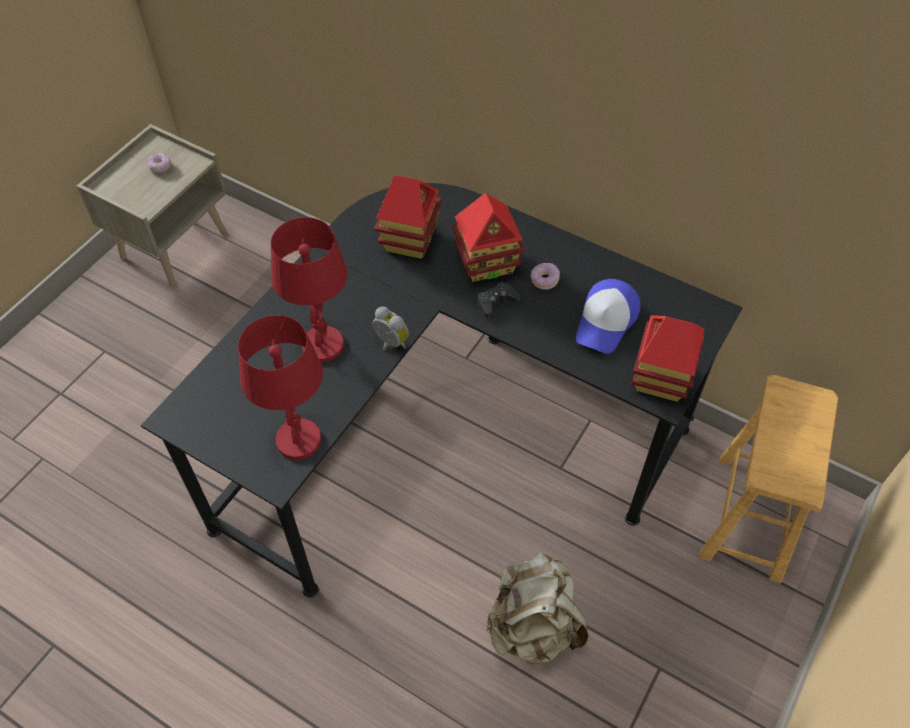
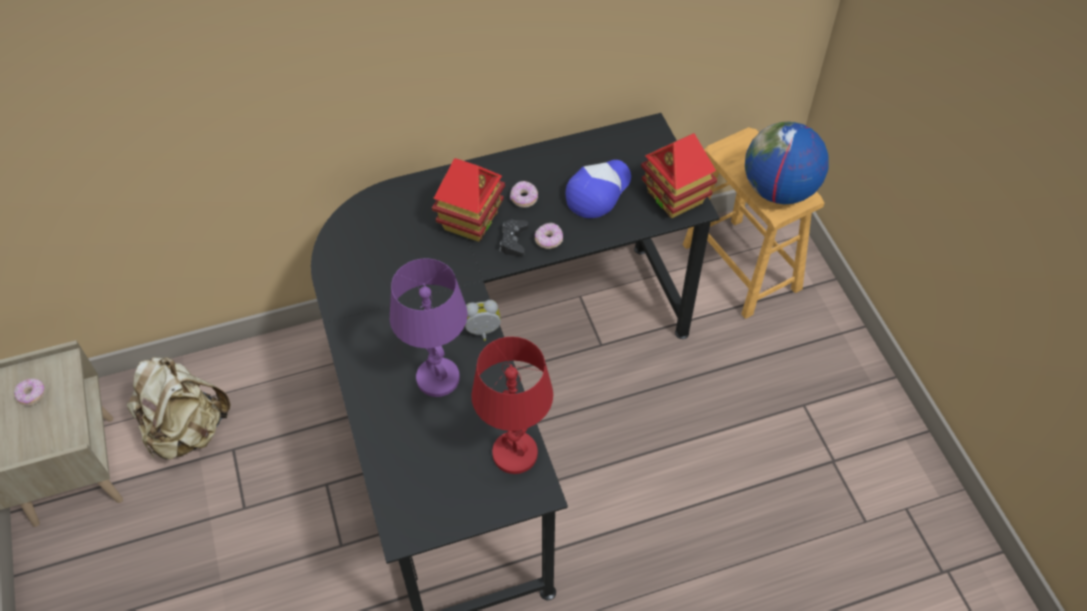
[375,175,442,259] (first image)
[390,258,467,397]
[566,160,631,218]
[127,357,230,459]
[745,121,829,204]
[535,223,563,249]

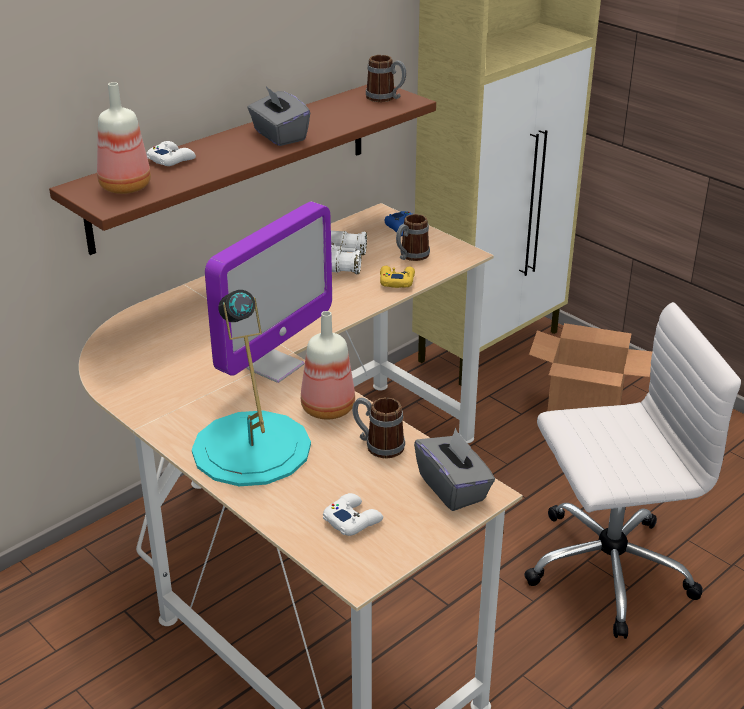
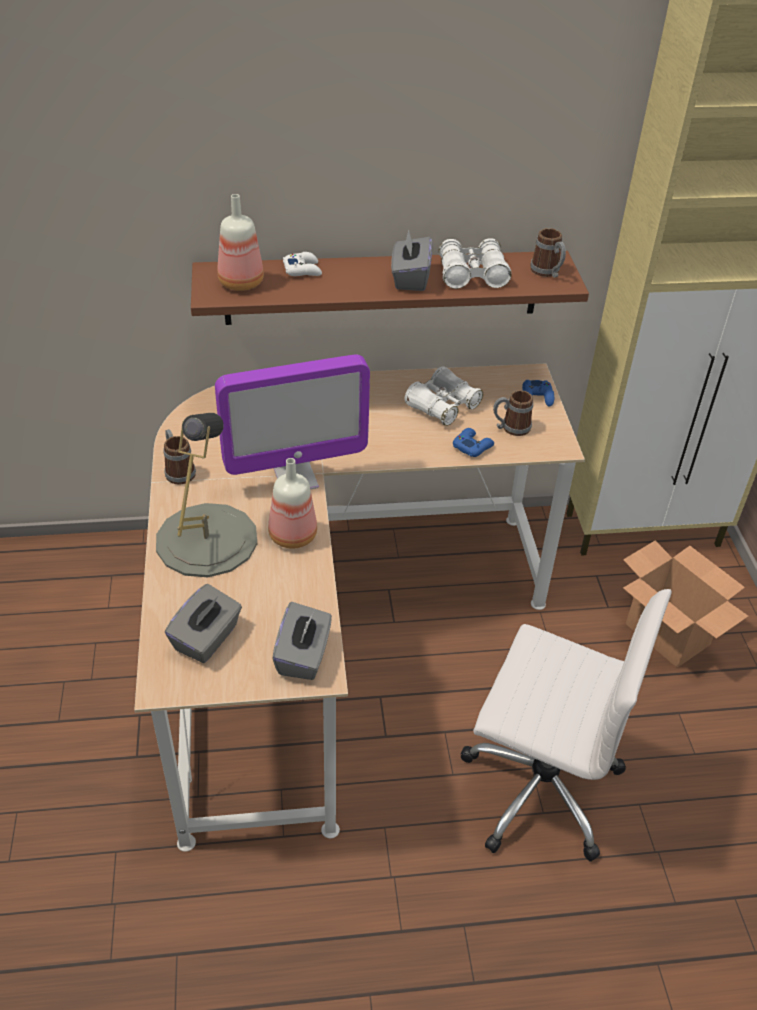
[453,428,494,457]
[156,413,257,577]
[163,429,196,485]
[165,584,242,663]
[439,238,511,289]

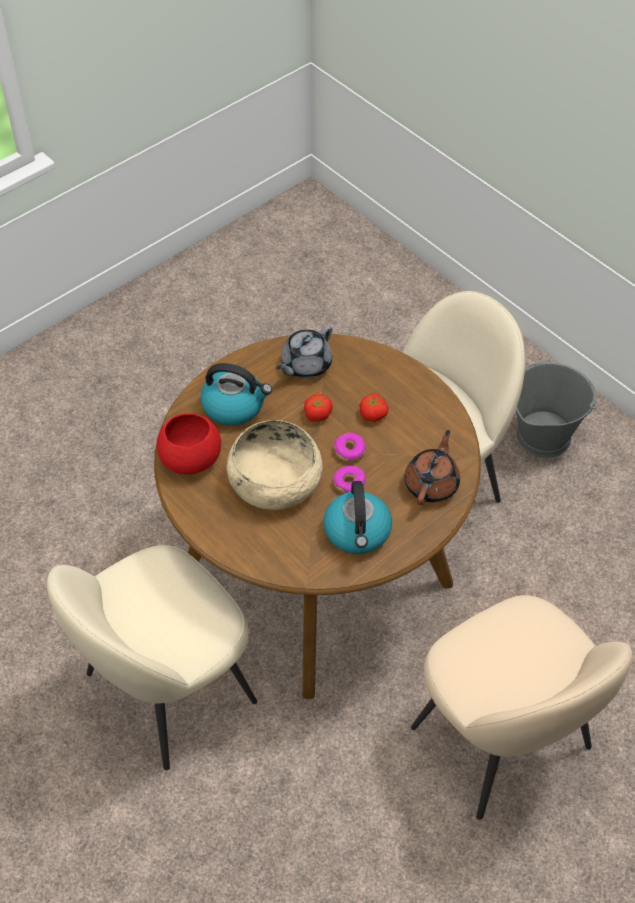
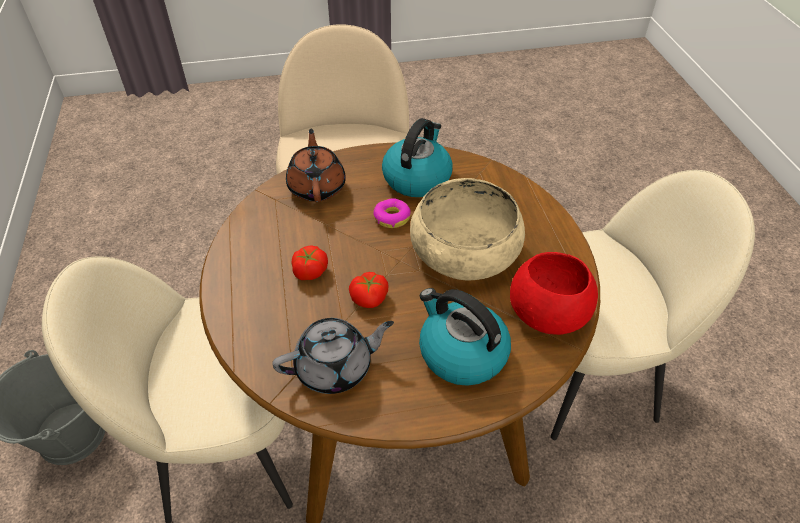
[286,129,346,202]
[334,433,366,462] (first image)

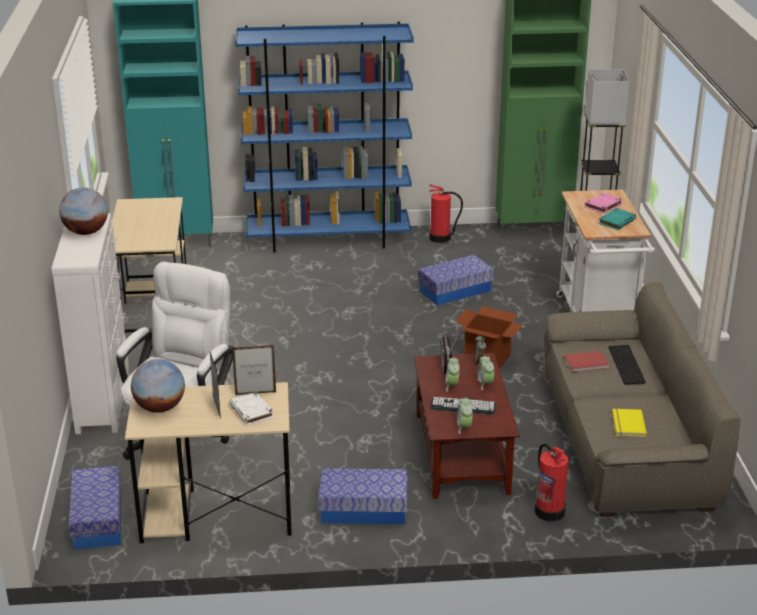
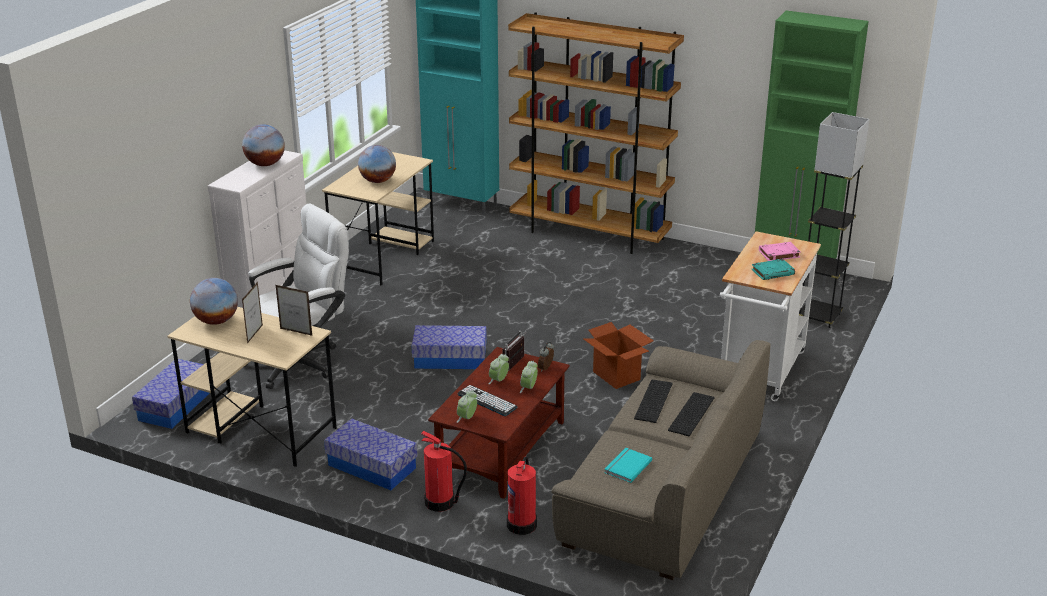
[508,12,684,254]
[421,430,467,512]
[412,325,487,369]
[634,380,673,423]
[229,392,274,426] (first image)
[604,448,652,483]
[358,145,396,183]

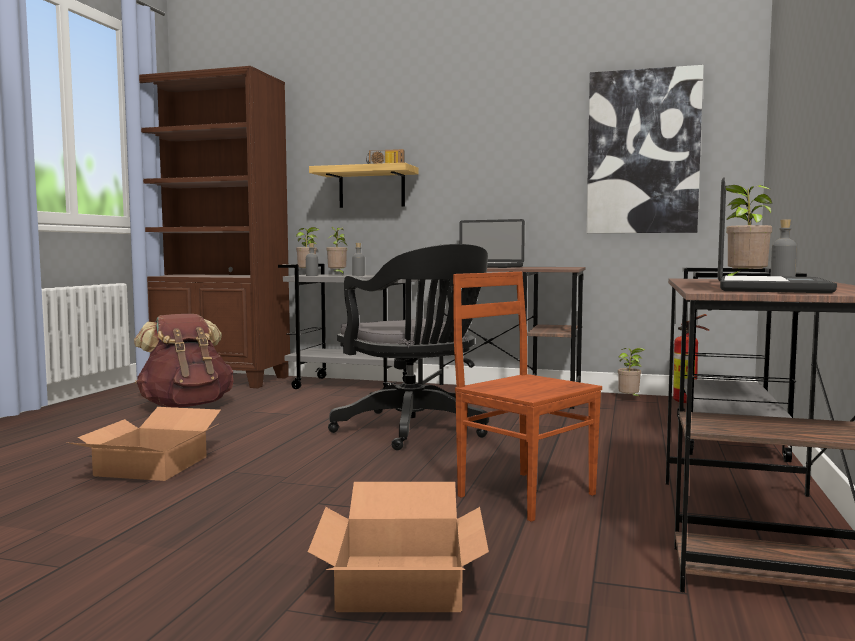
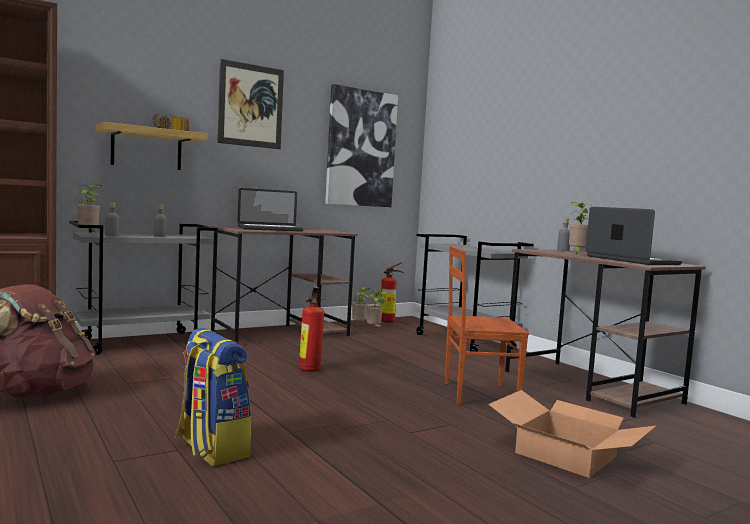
[366,291,387,329]
[299,286,325,372]
[175,328,252,466]
[217,59,284,149]

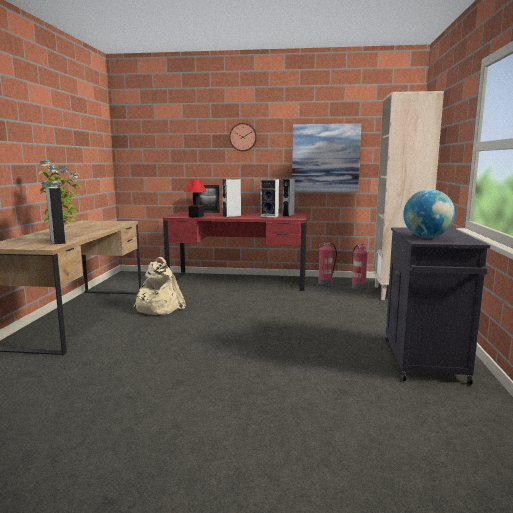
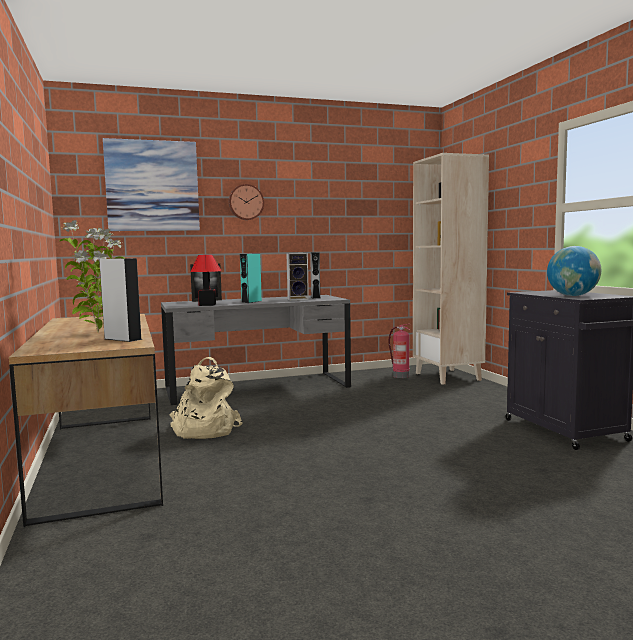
[103,138,200,231]
[240,254,262,303]
[161,295,351,405]
[318,240,337,285] (first image)

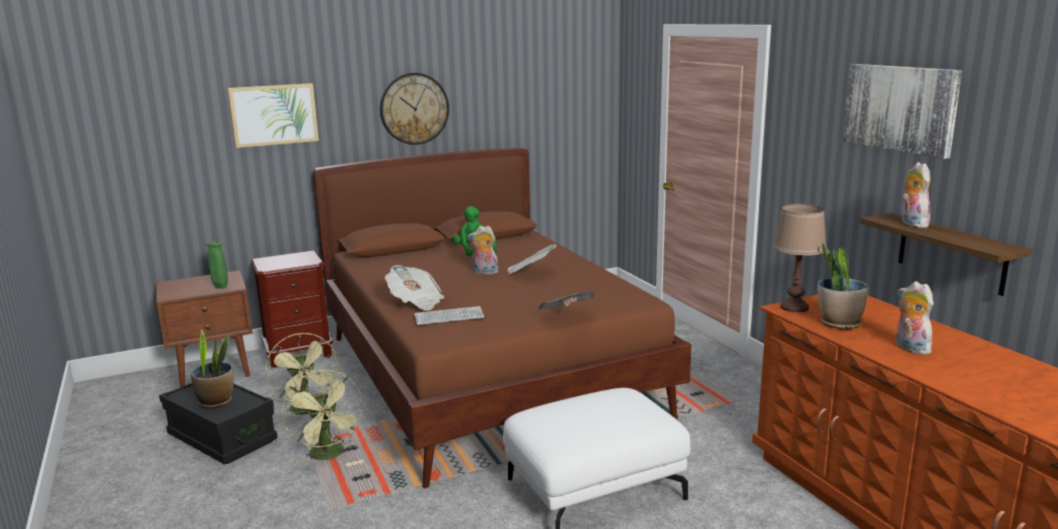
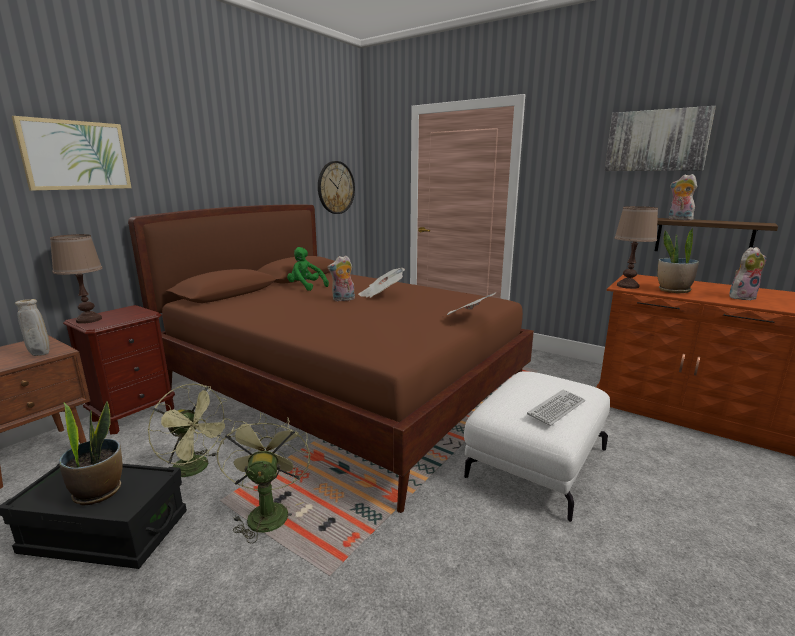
[318,161,355,214]
[15,299,50,356]
[385,265,444,311] (first image)
[729,247,766,300]
[527,390,585,426]
[217,413,310,543]
[50,234,102,324]

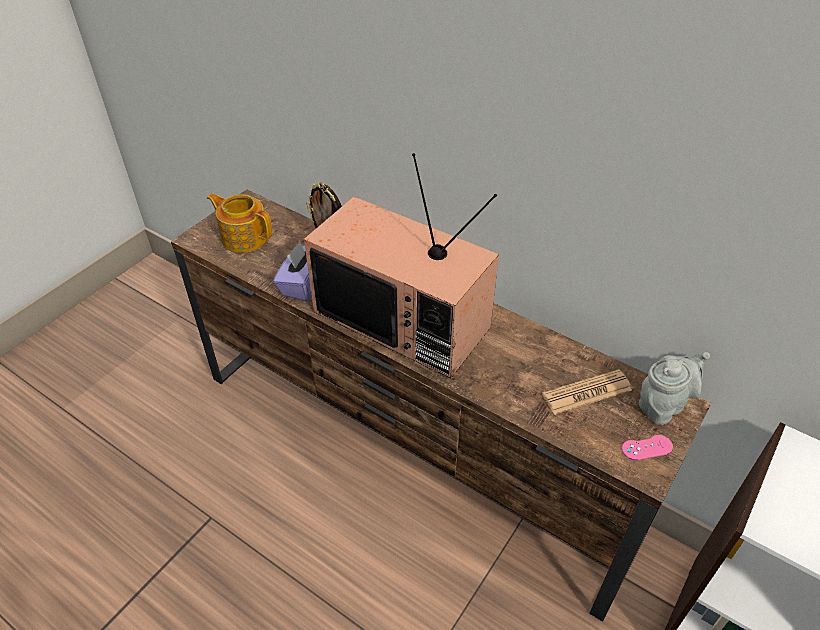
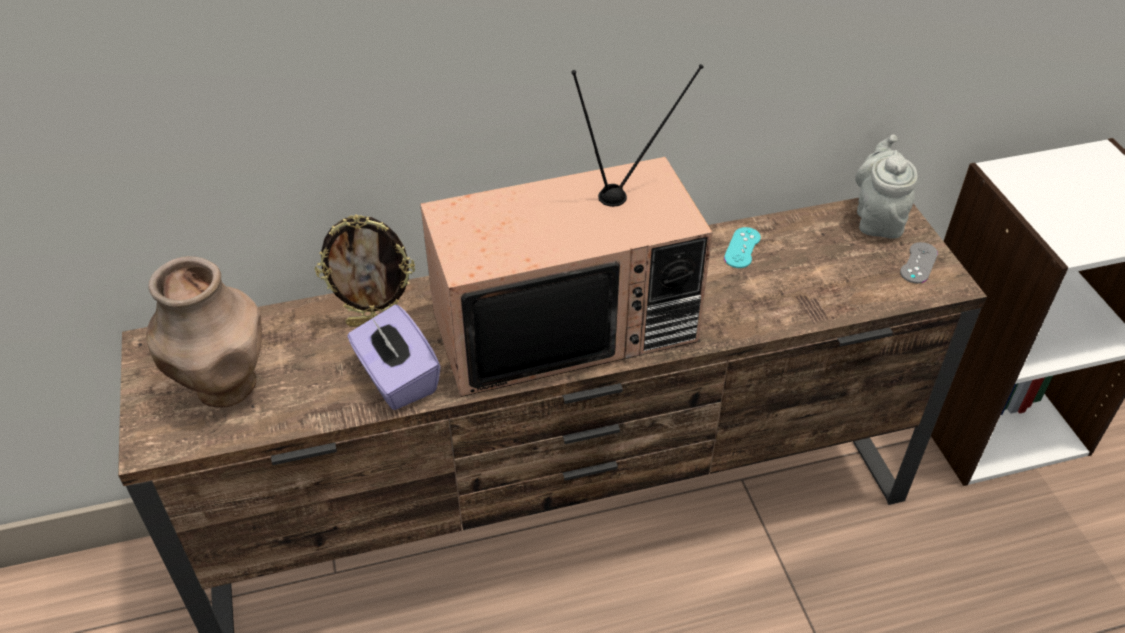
[146,256,262,408]
[542,369,632,415] (first image)
[900,242,938,283]
[724,227,761,268]

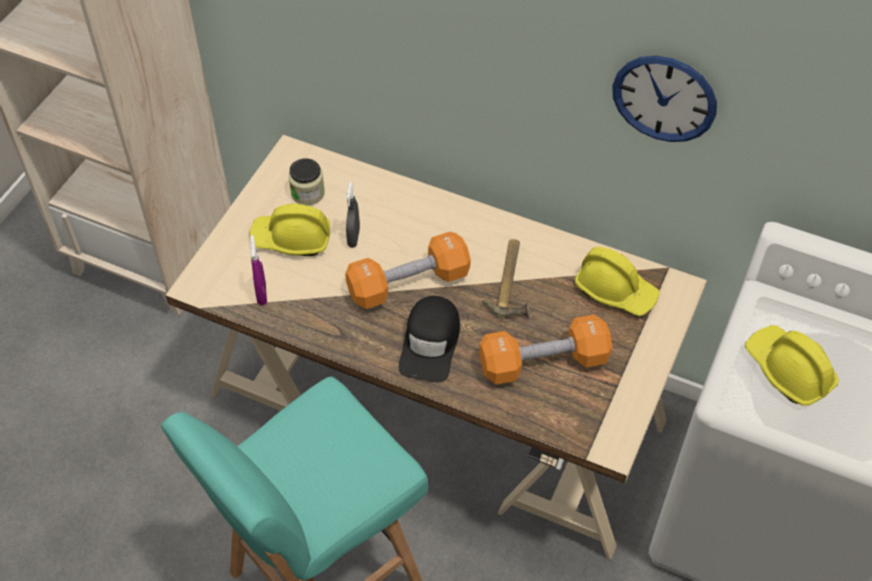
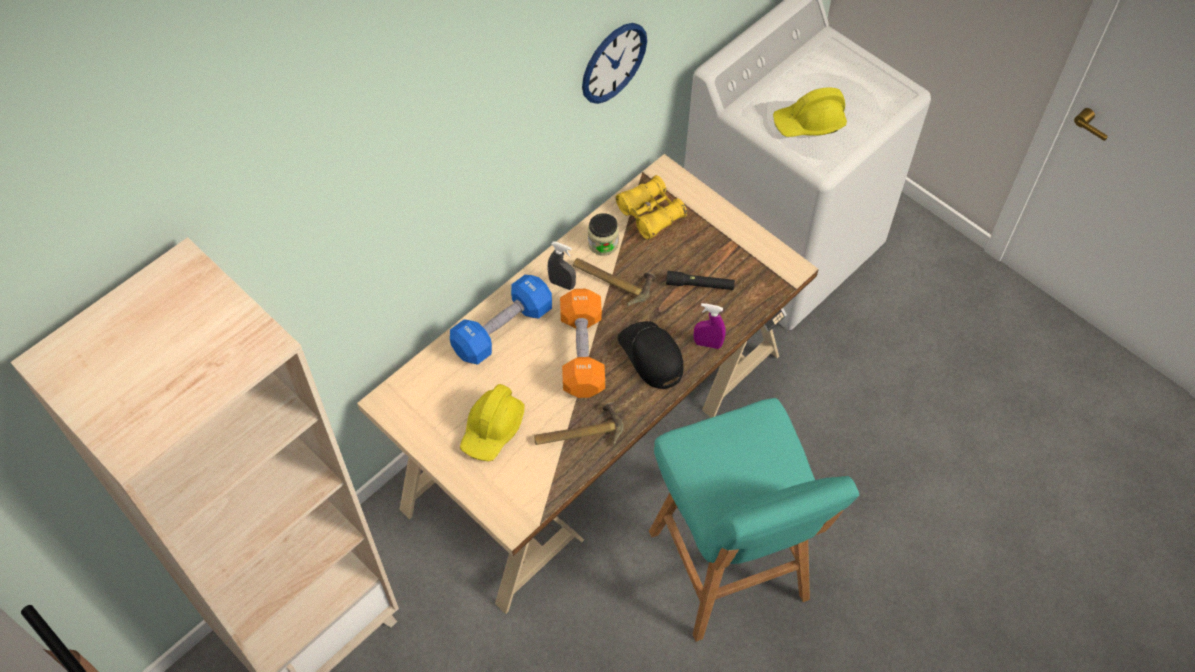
[588,213,619,255]
[548,241,576,290]
[694,303,726,349]
[616,175,687,239]
[617,321,683,389]
[666,271,735,290]
[450,275,552,365]
[534,402,624,445]

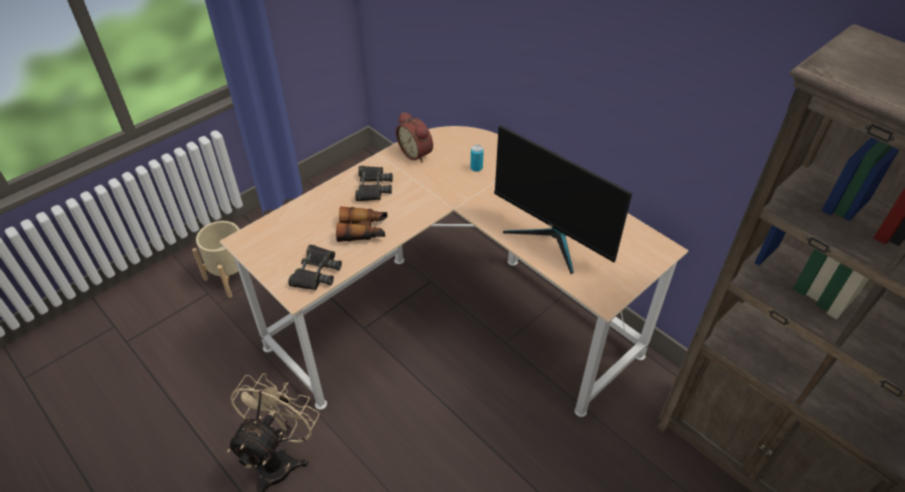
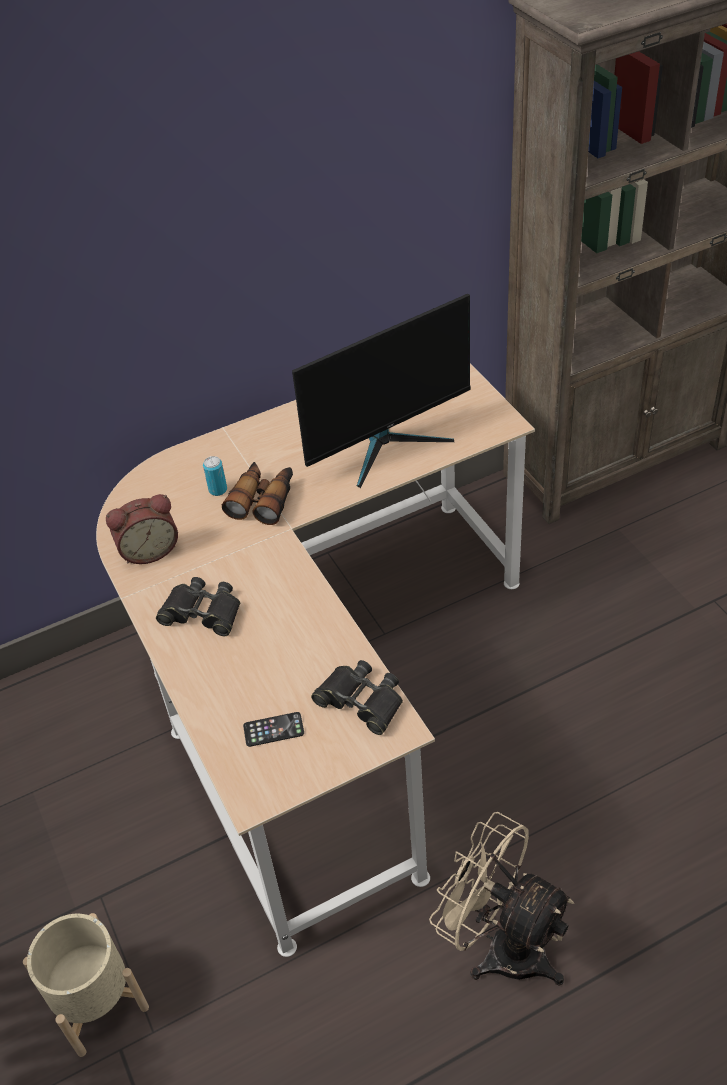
[222,462,293,525]
[243,712,304,747]

